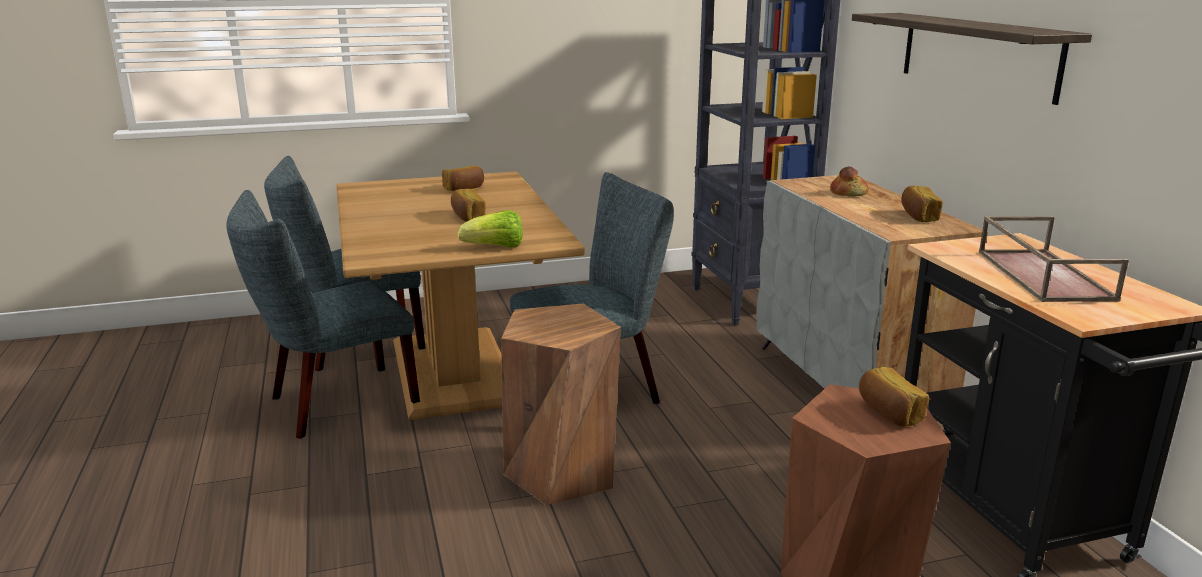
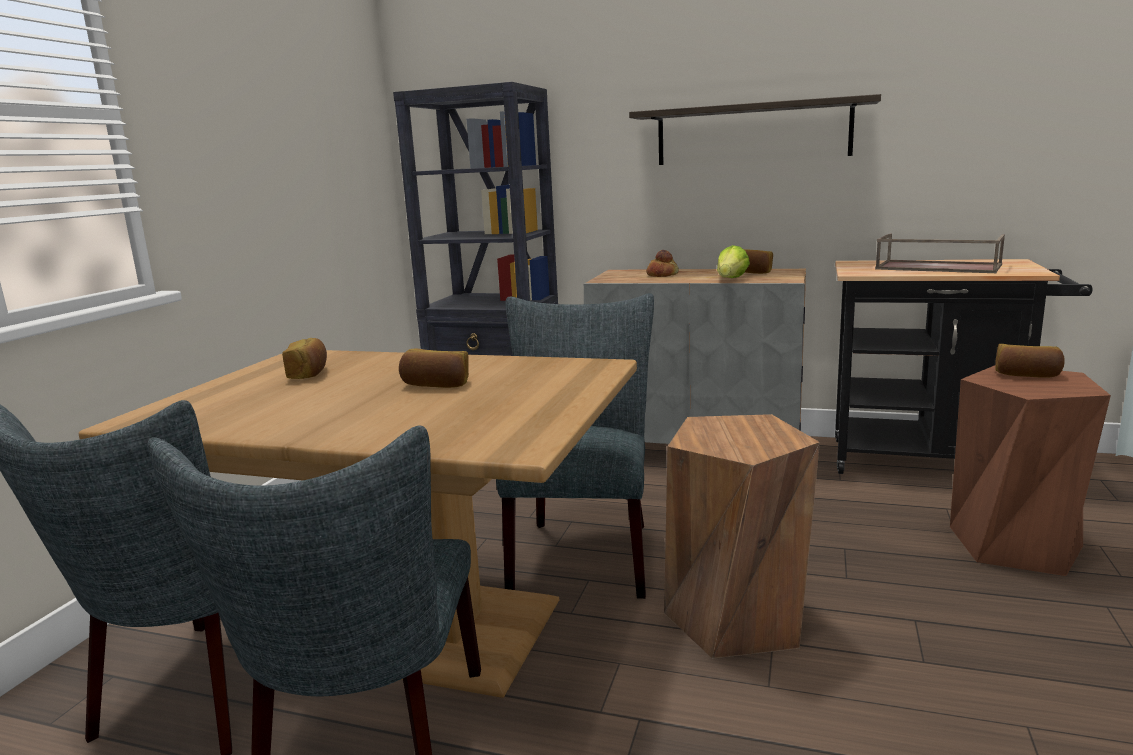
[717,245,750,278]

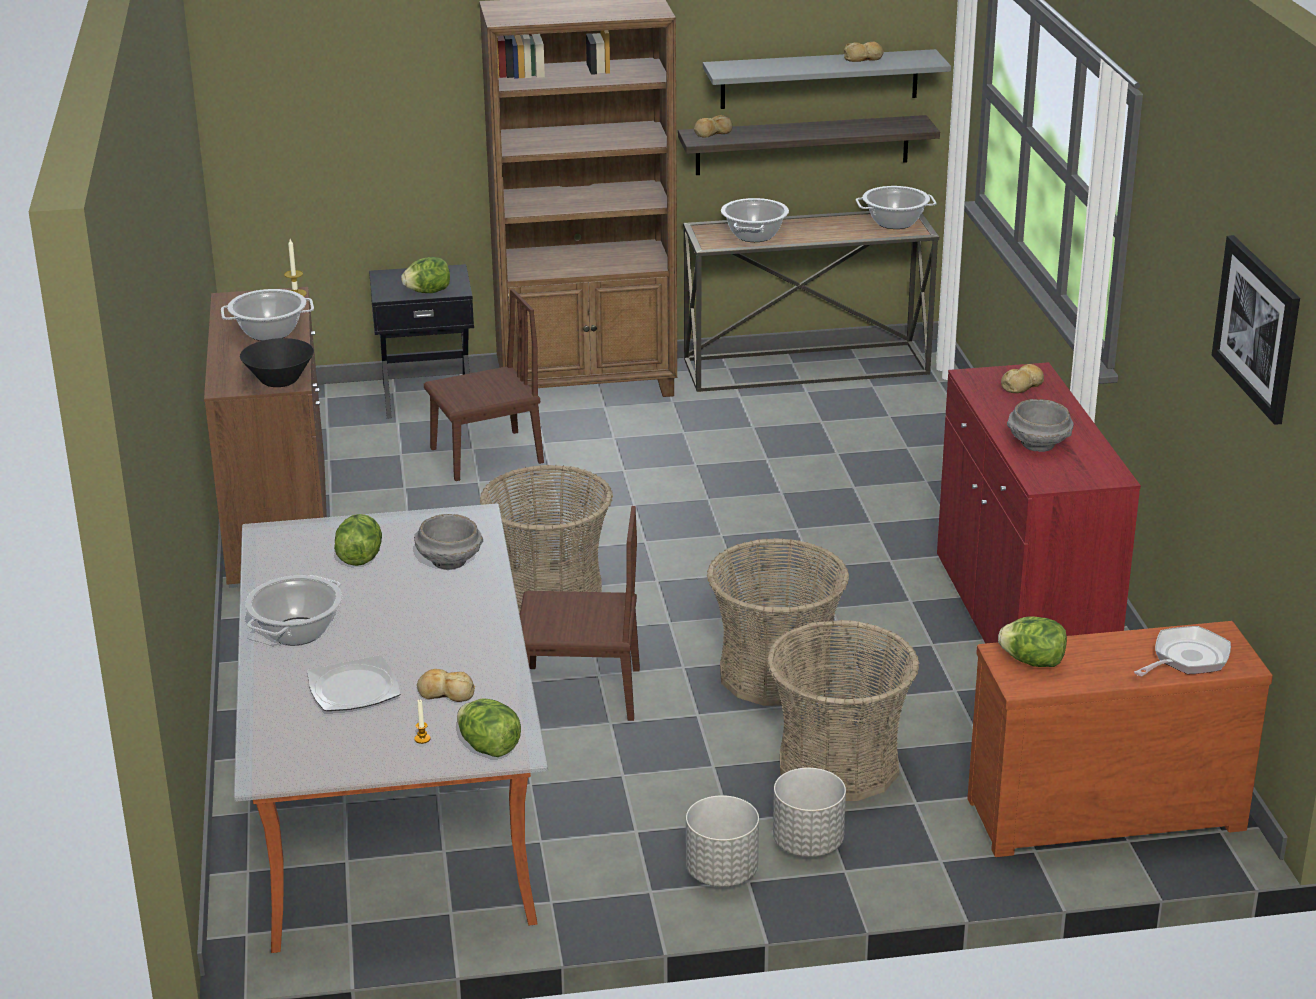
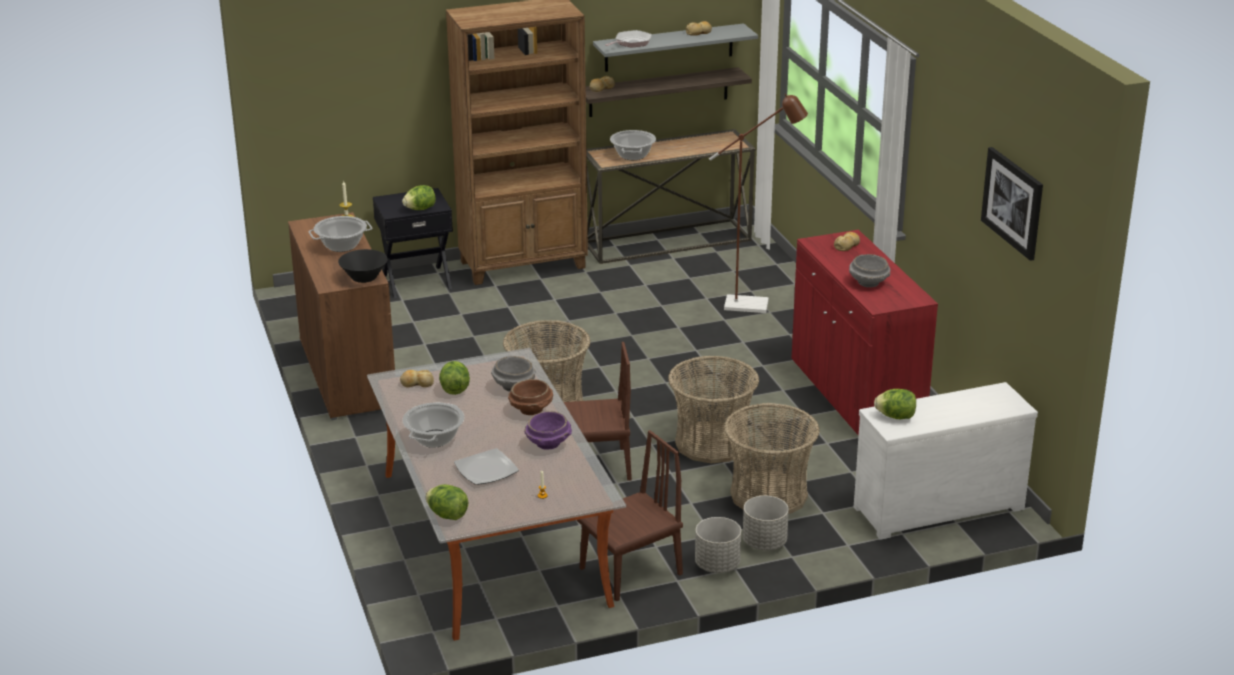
[856,186,937,229] (first image)
[577,430,683,601]
[854,382,1038,540]
[605,30,652,48]
[400,370,434,387]
[425,484,468,520]
[709,94,808,313]
[508,379,553,415]
[524,411,572,449]

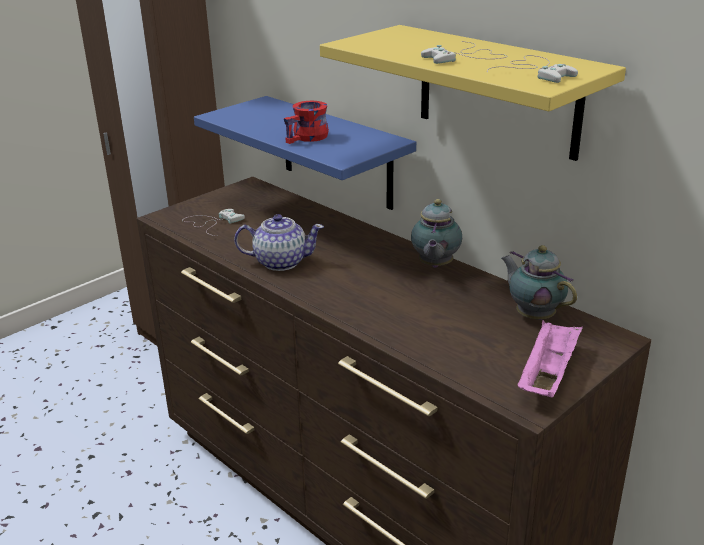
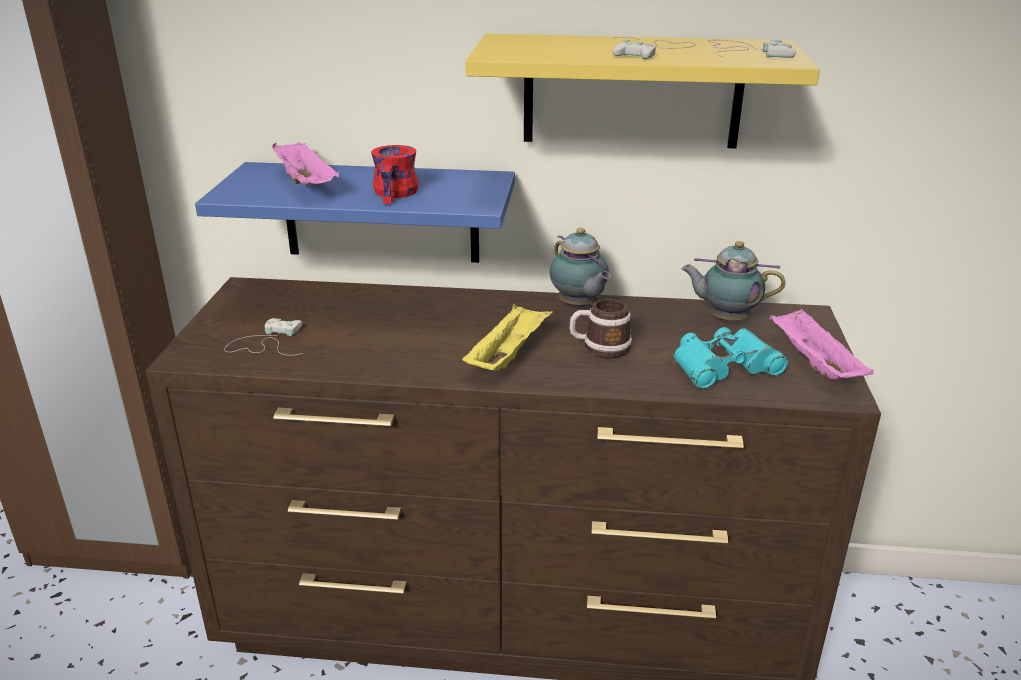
[234,214,324,271] (first image)
[272,142,340,185]
[569,299,632,358]
[462,304,552,371]
[674,327,788,389]

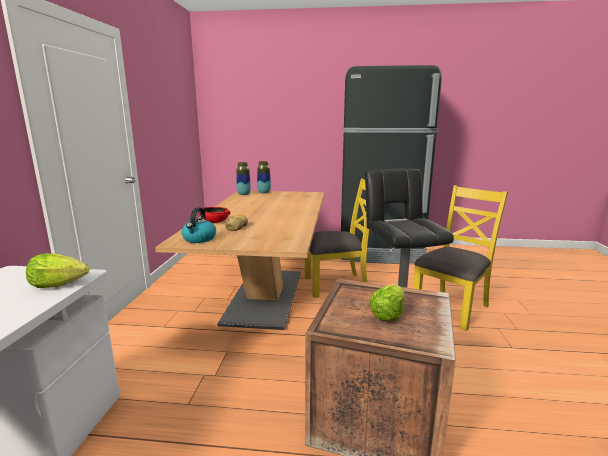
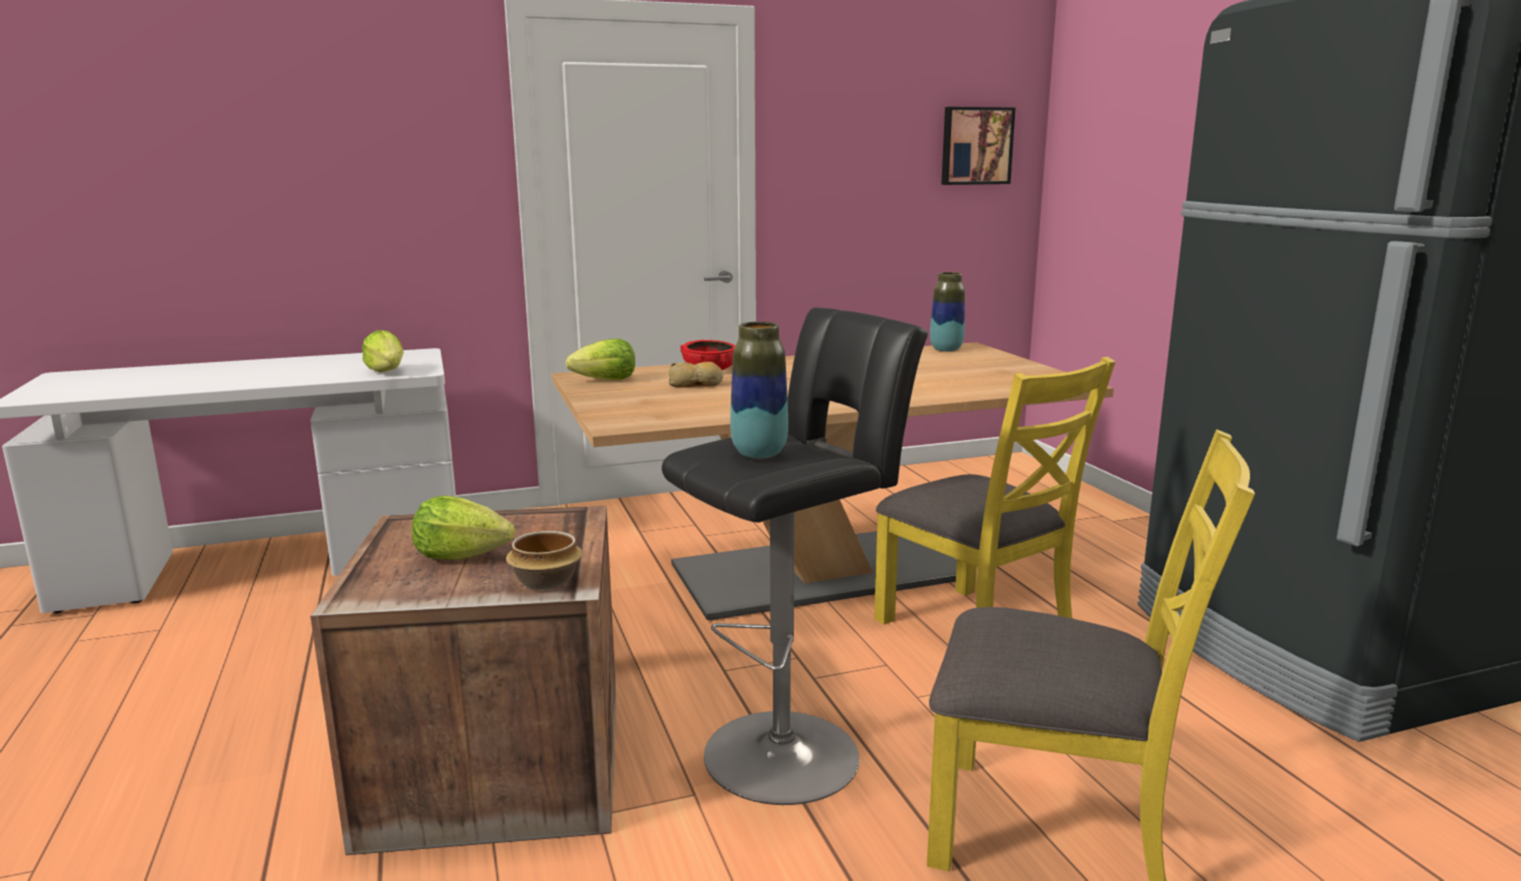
[730,322,788,458]
[566,339,635,380]
[941,107,1015,185]
[506,531,583,590]

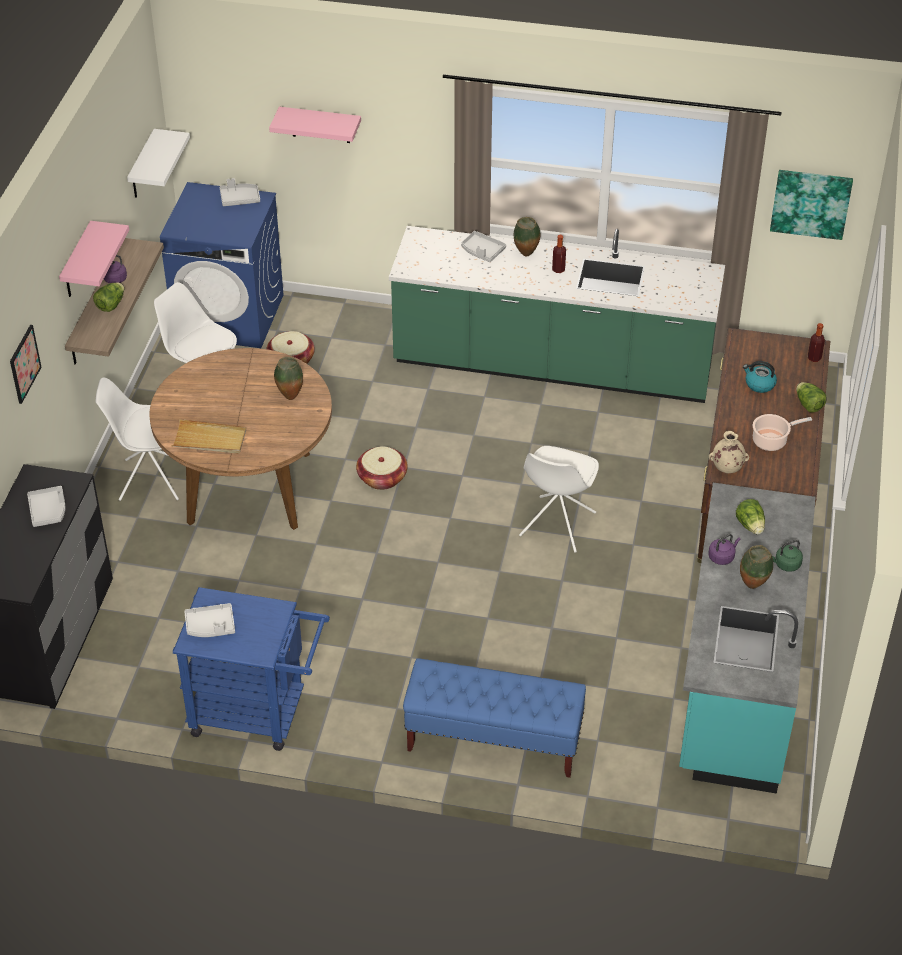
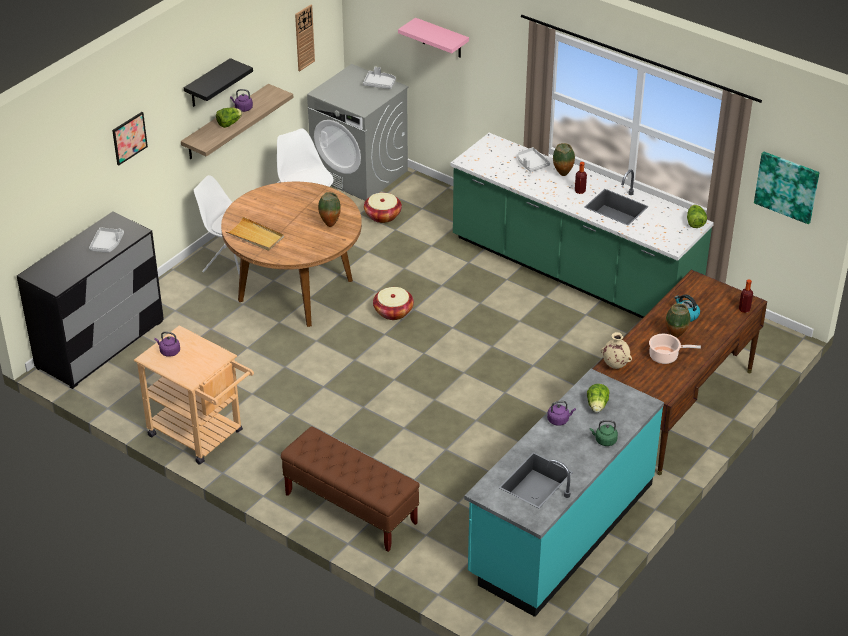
[295,5,315,71]
[307,64,409,201]
[184,58,253,107]
[687,205,707,228]
[519,446,599,553] (first image)
[666,304,690,338]
[134,325,254,465]
[154,332,180,357]
[281,427,419,552]

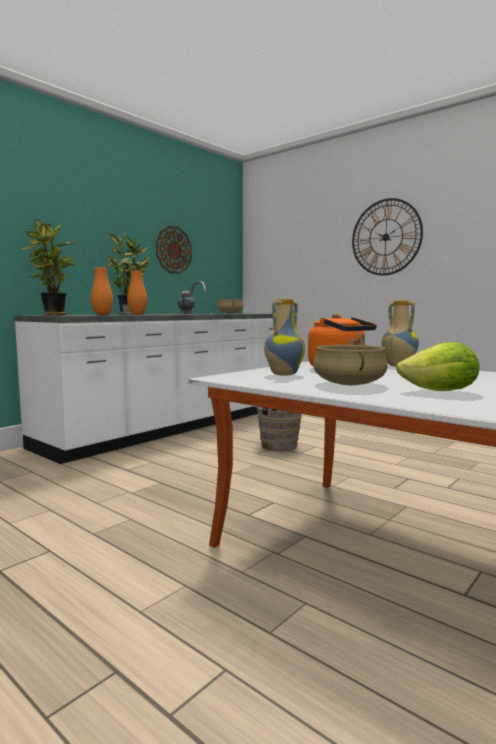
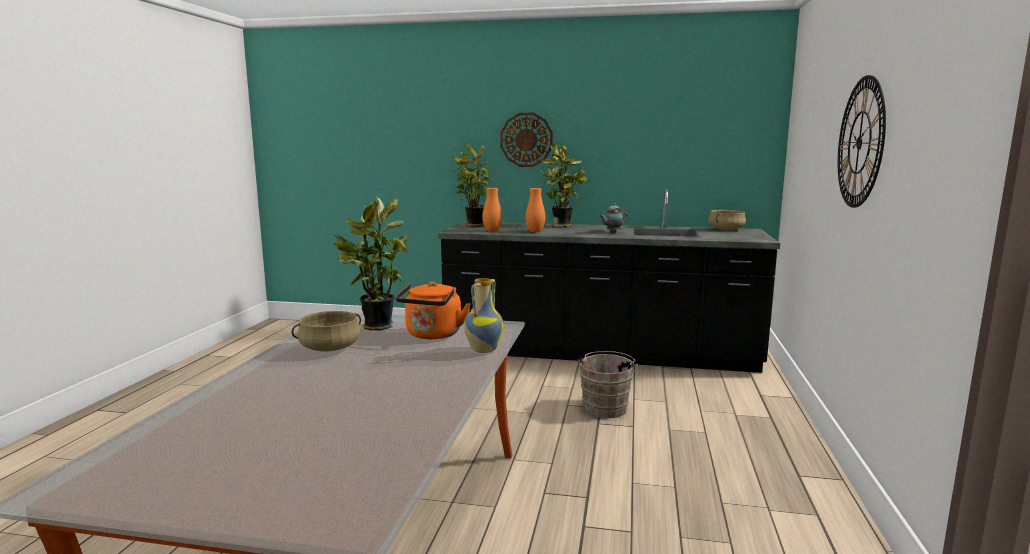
[500,113,553,167]
[438,189,780,373]
[333,197,408,331]
[396,342,479,391] (first image)

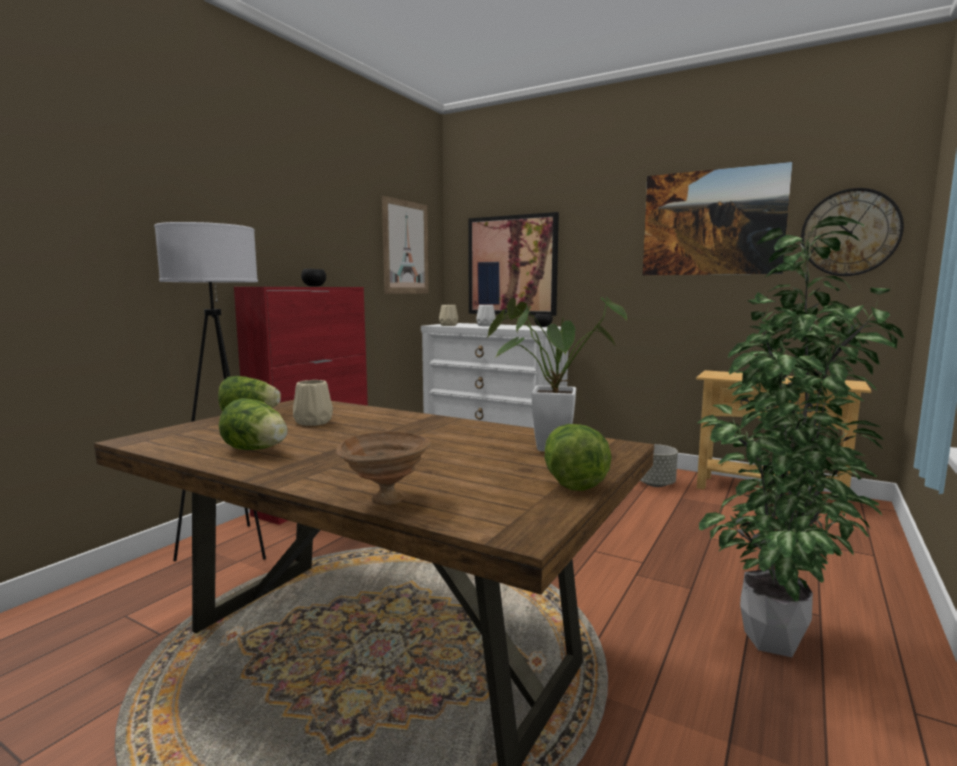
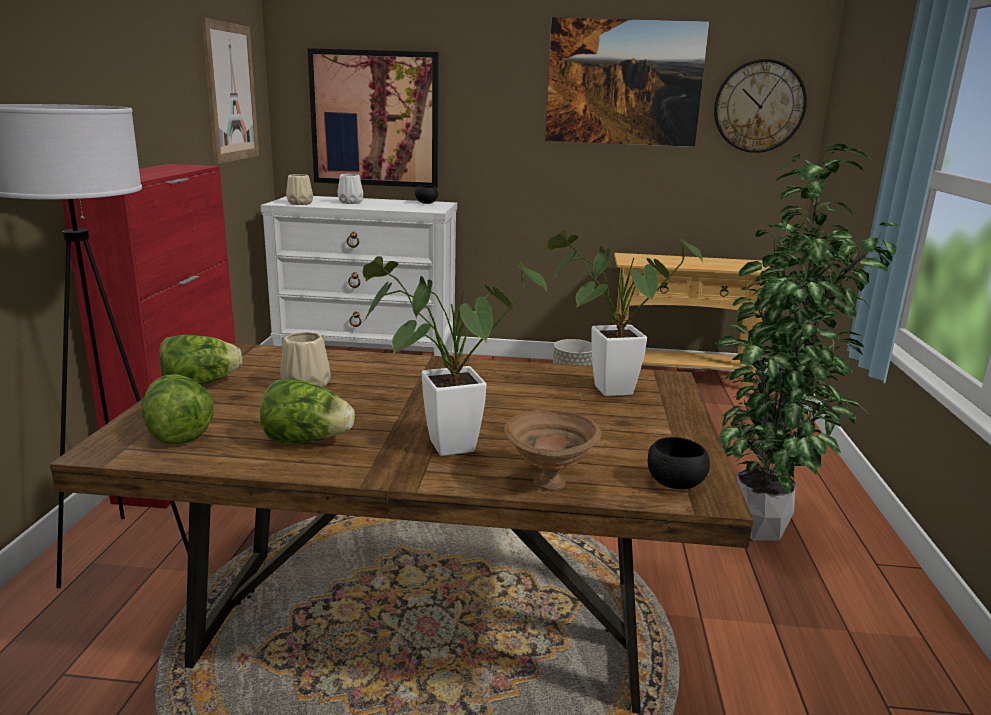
[648,437,710,489]
[141,374,213,445]
[363,256,547,456]

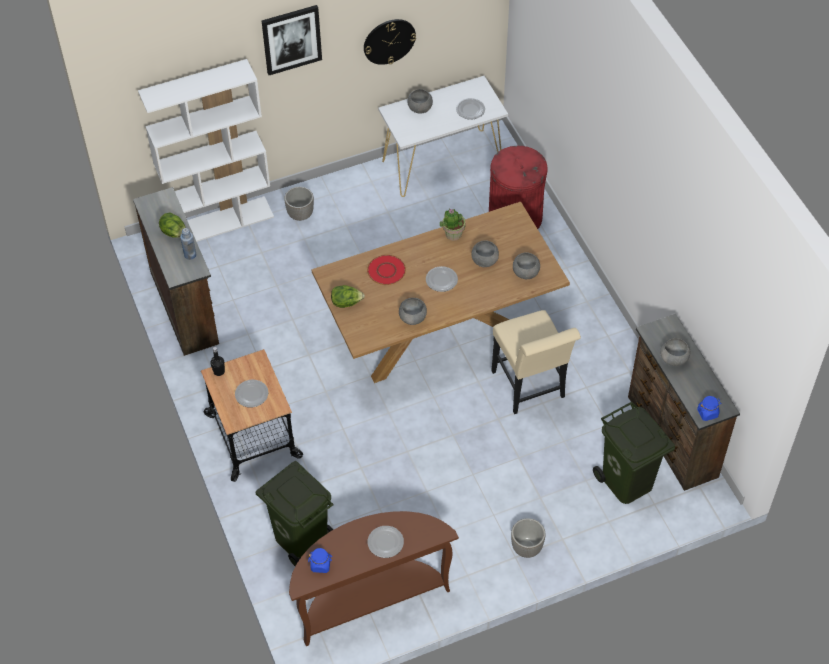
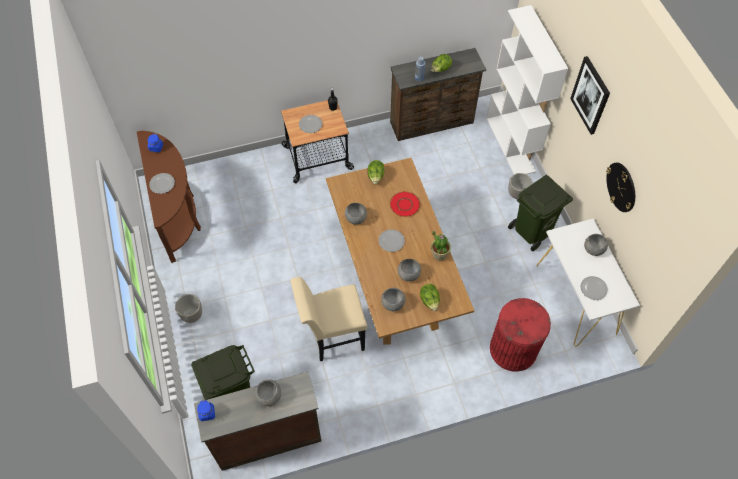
[508,175,573,251]
[420,284,440,311]

